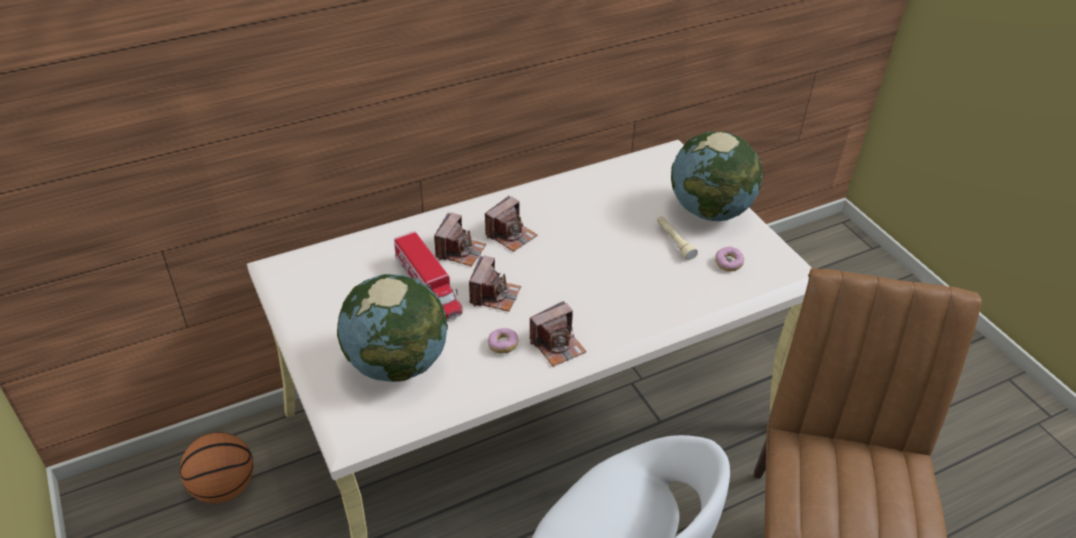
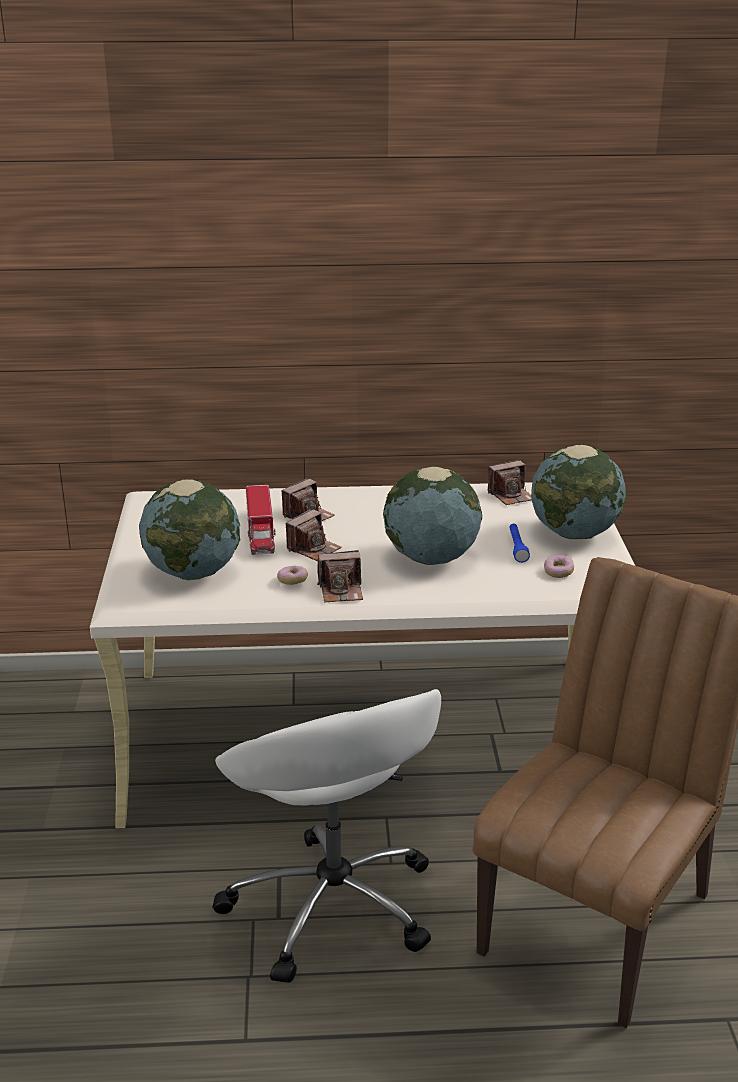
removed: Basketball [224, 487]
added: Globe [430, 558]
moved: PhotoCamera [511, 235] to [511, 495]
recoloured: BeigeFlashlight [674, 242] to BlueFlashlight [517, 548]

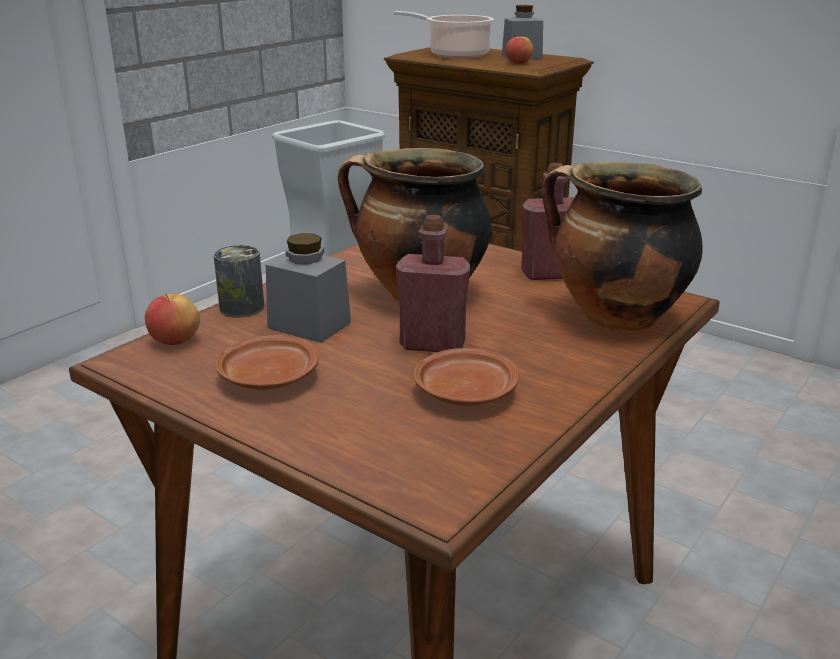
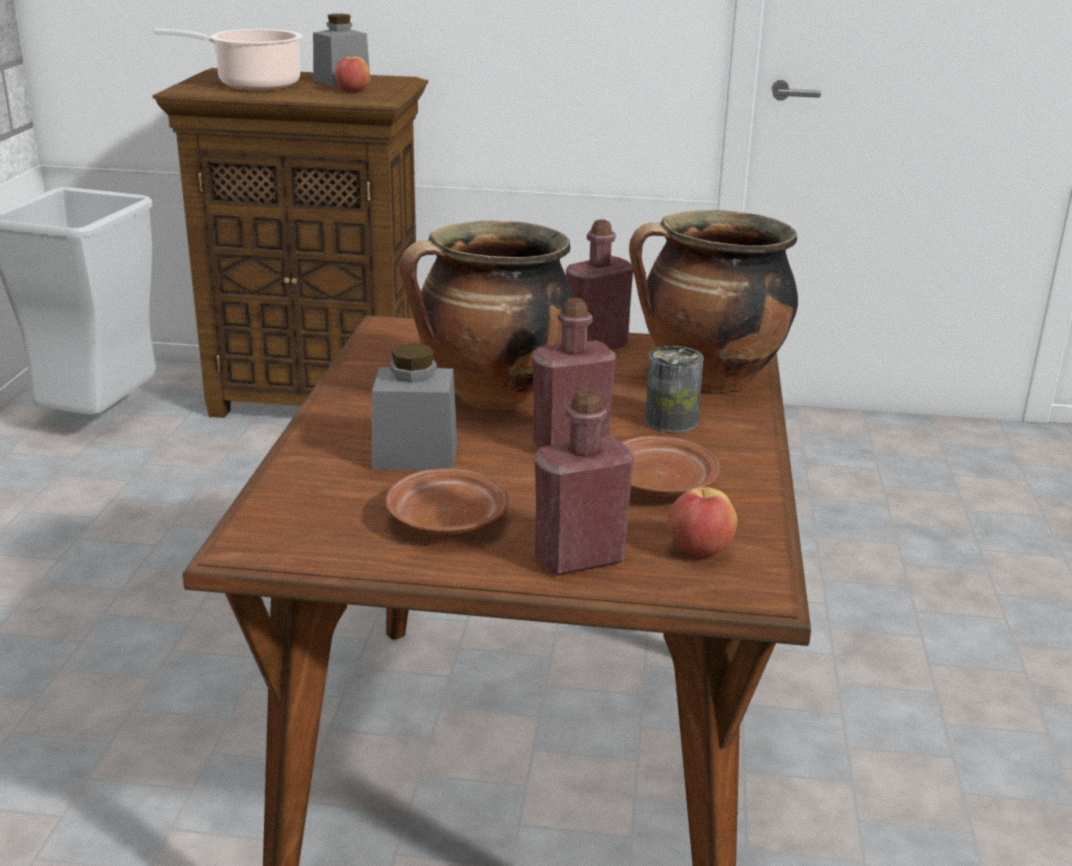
added: RedBottle [579, 558]
moved: Apple [174, 341] to [699, 550]; Can [242, 308] to [671, 421]

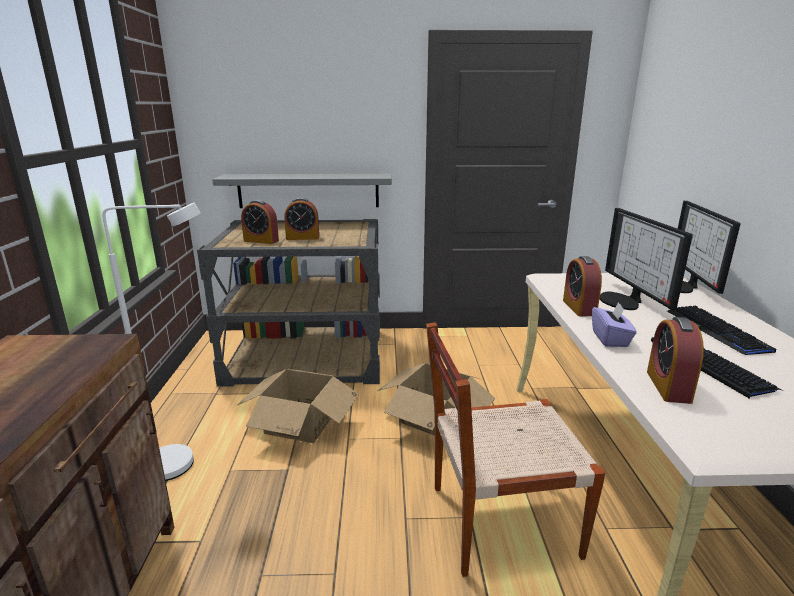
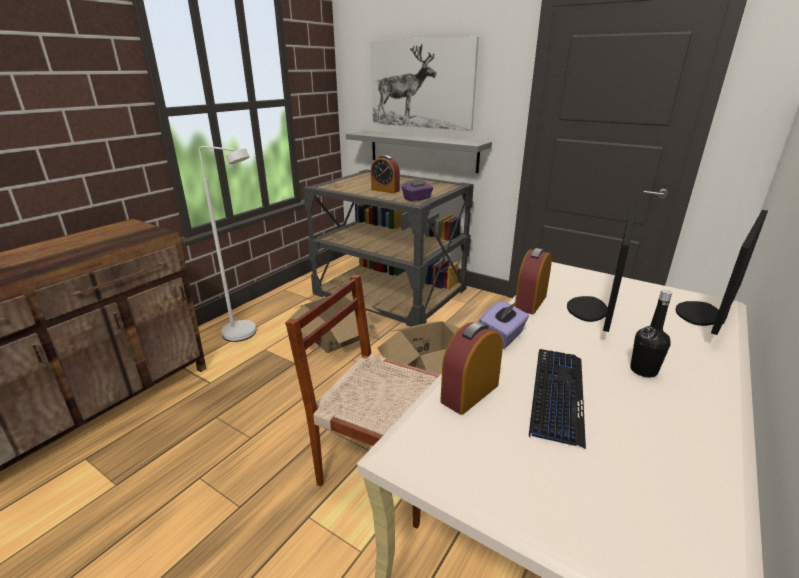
removed: AlarmClock [261, 241]
added: Picture [421, 84]; PurpleTissueBox [417, 199]
replaced: Keyboard [716, 331] to BlackBottle [643, 370]

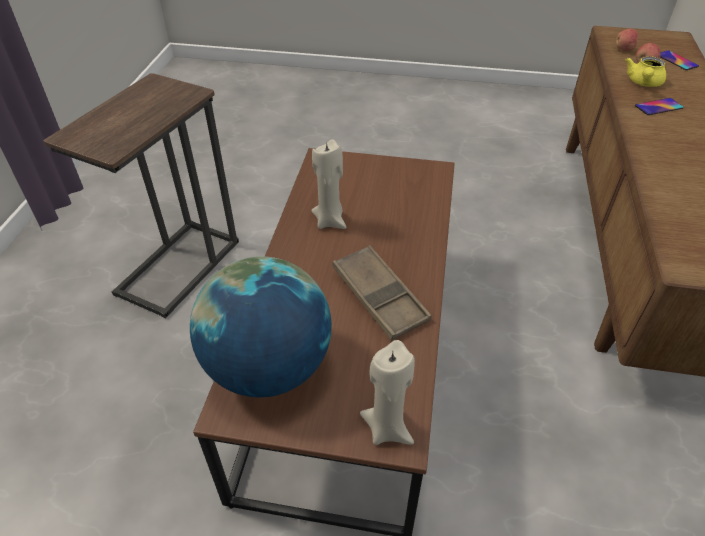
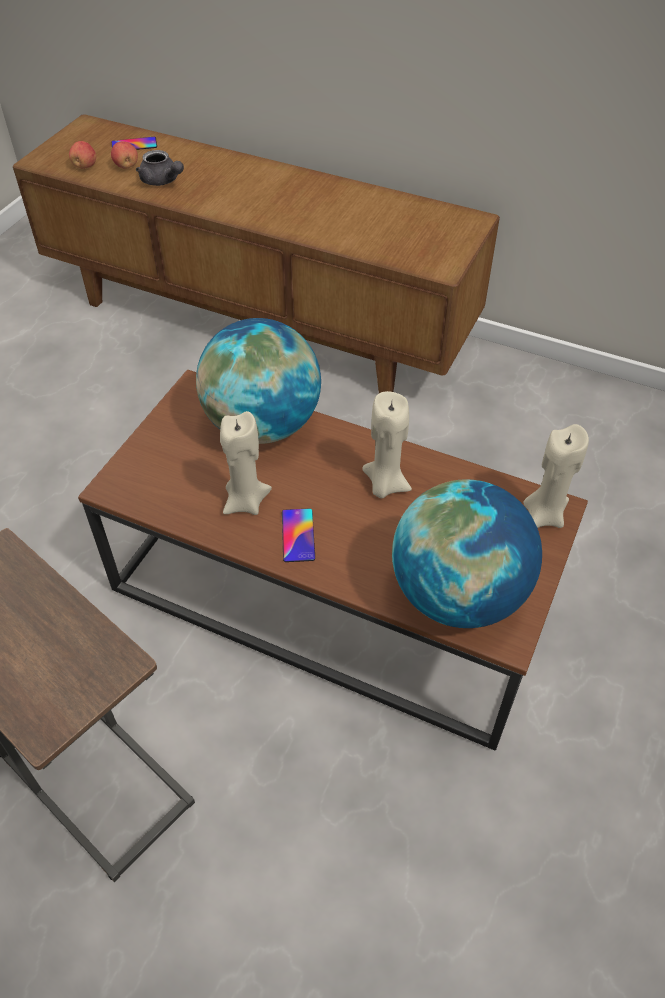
added: Globe [263, 425]
moved: Phone [658, 107] to [298, 535]
replaced: BrownTray [379, 297] to BeigeCandle [385, 485]
recoloured: YellowTeapot [643, 83] to GreyTeapot [162, 181]

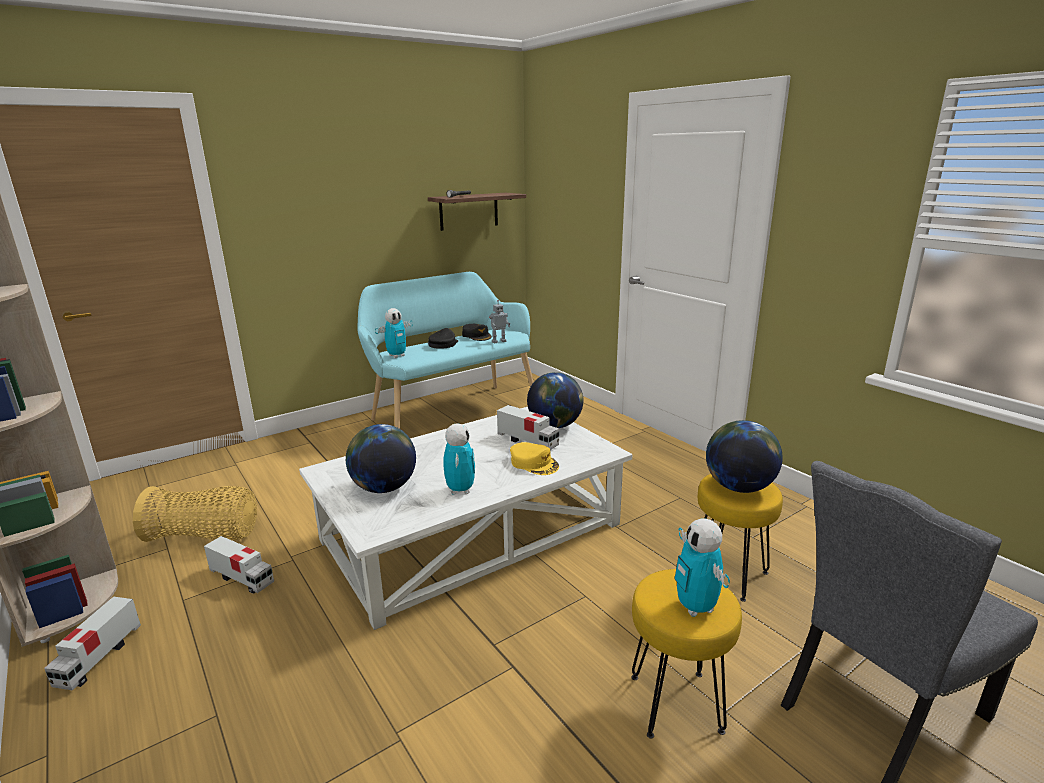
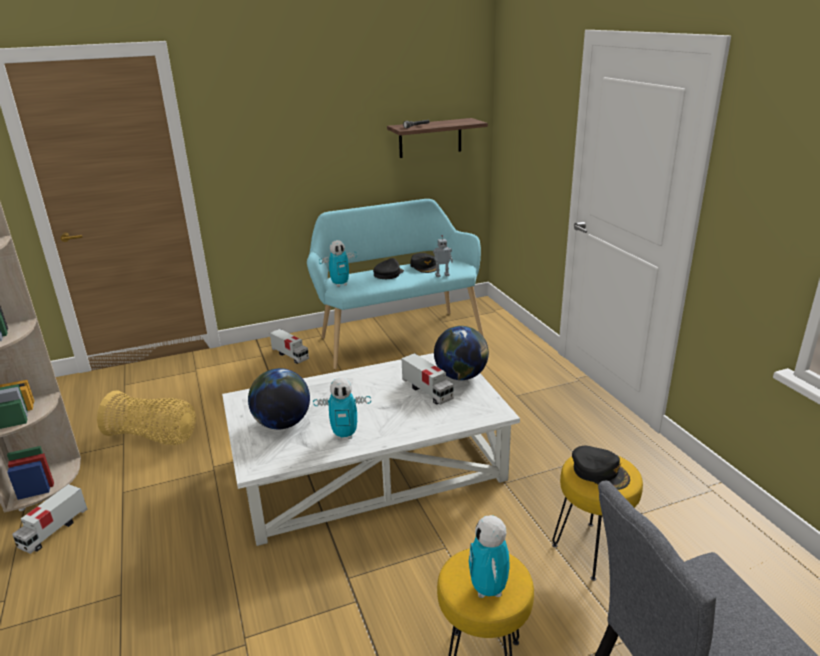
removed: YellowCap [534, 463]
moved: ToyTruck [242, 578] to [290, 355]
replaced: Globe [738, 487] to BlackCap [600, 472]
turned: ToyRobot [460, 490] = [345, 435] 75 degrees clockwise

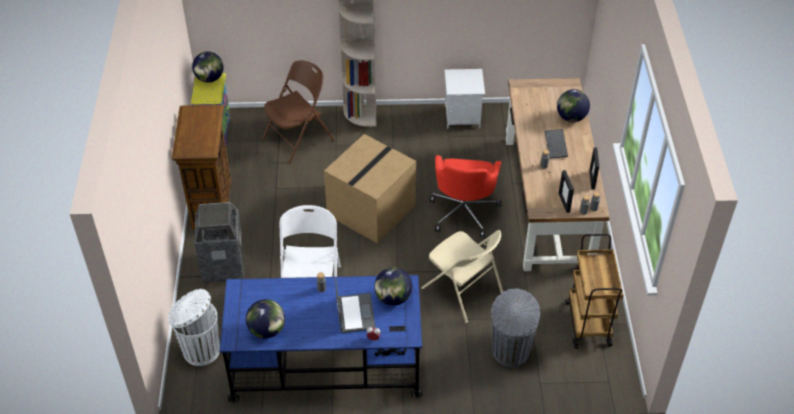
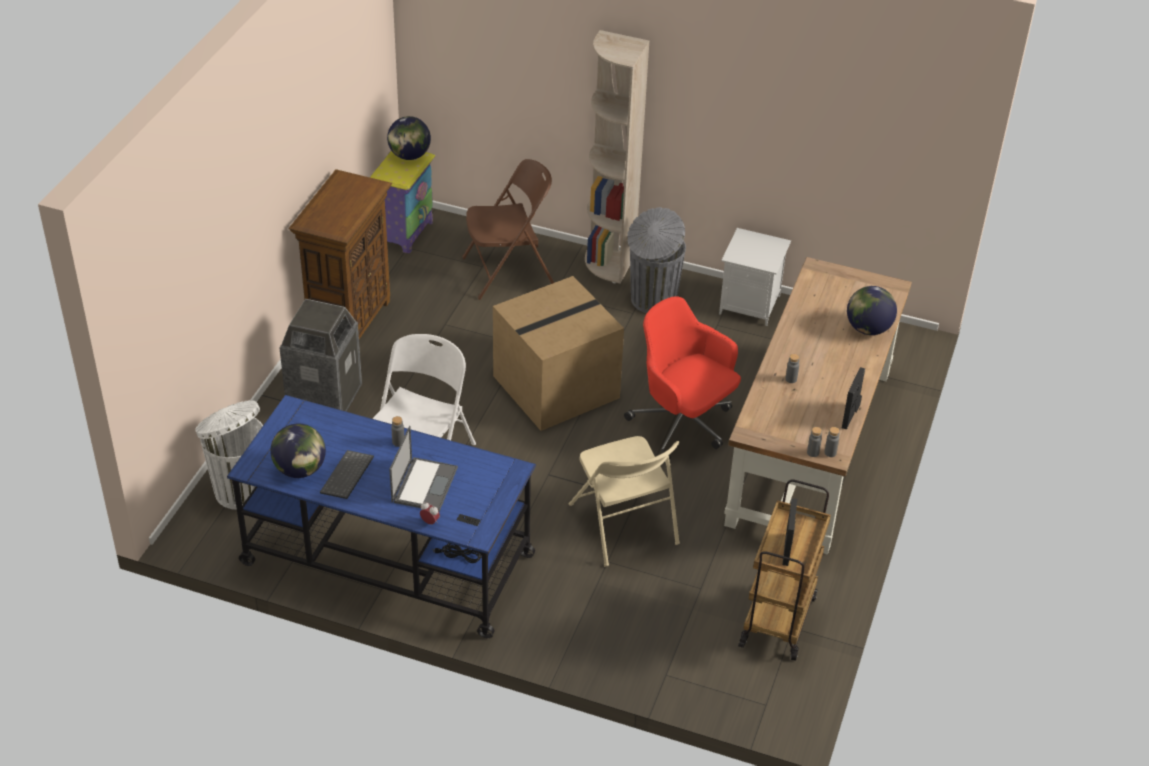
removed: Globe [393, 298]
moved: GreyTrashCan [510, 352] to [652, 300]; Keyboard [556, 145] to [348, 476]; PictureFrame [564, 202] to [788, 549]
turned: RedOfficeChair [464, 211] = [683, 425] 105 degrees clockwise

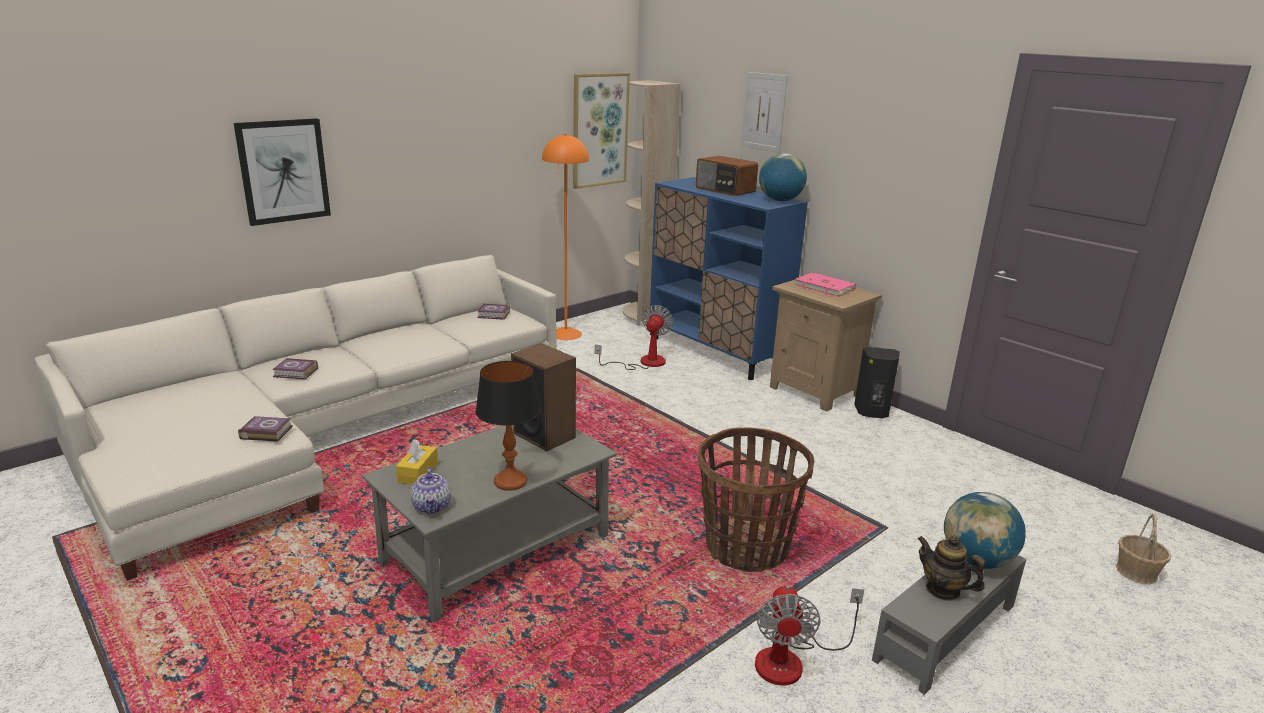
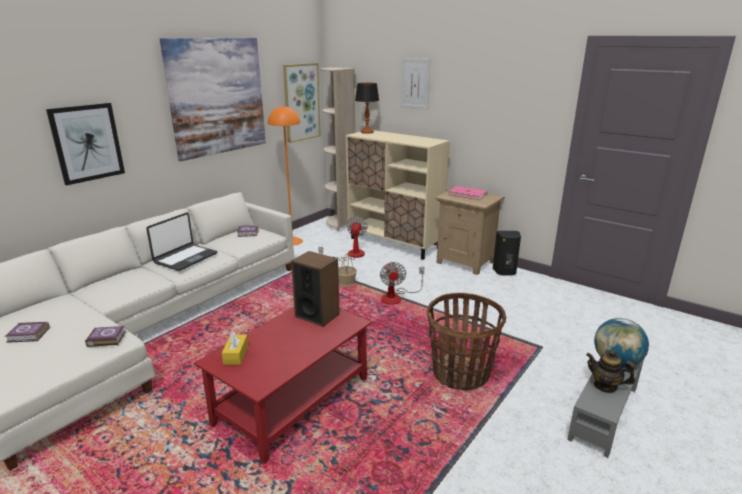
removed: Teapot [432, 506]; Radio [725, 190]; Globe [780, 200]
added: Laptop [185, 258]; Picture [217, 97]
moved: Book [296, 373] to [29, 335]; TableLamp [510, 481] to [367, 132]; Fan [792, 660] to [396, 297]; Basket [1136, 572] to [346, 283]
recoloured: GreyCoffeeTable [498, 549] to RedCoffeeTable [293, 400]; BlueCabinet [716, 352] to BeigeCabinet [394, 243]

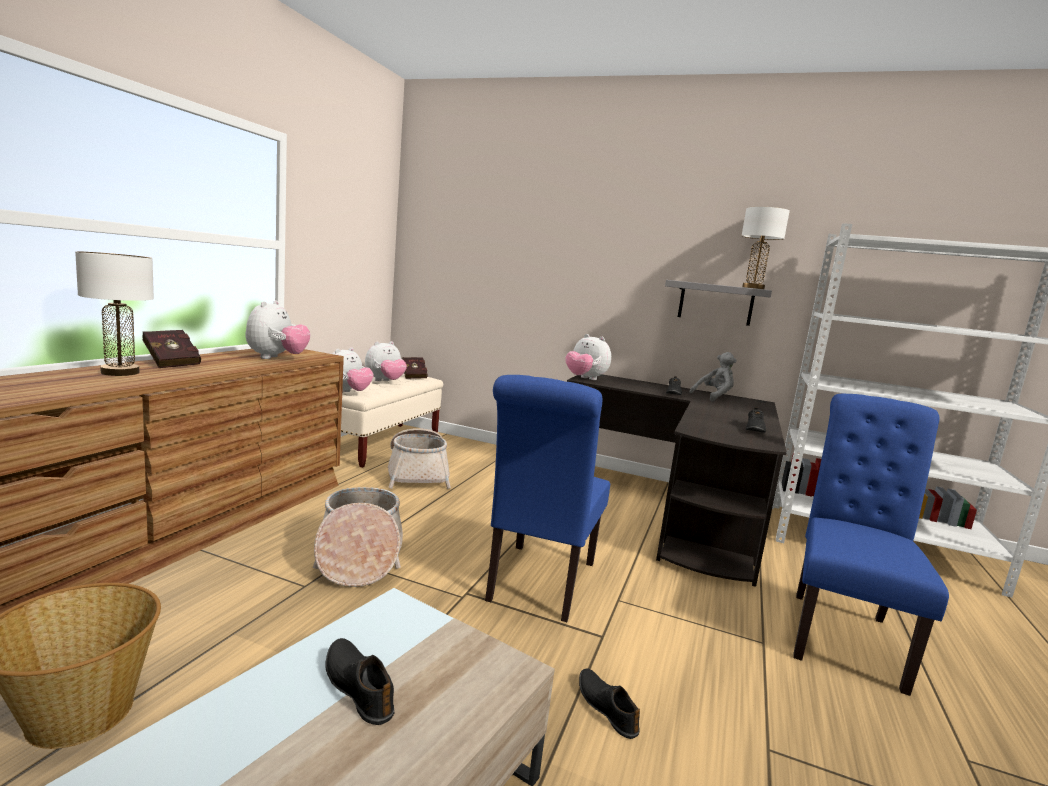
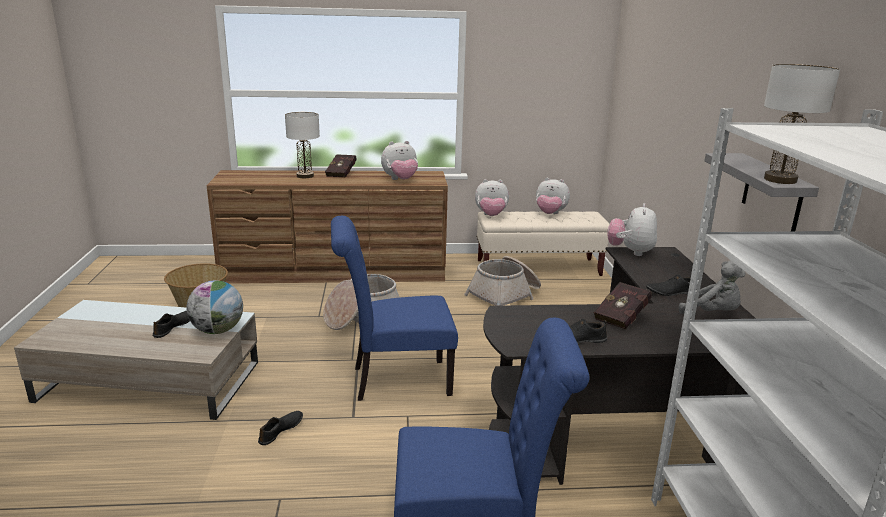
added: Globe [218, 330]
moved: RedBook [414, 376] to [623, 317]

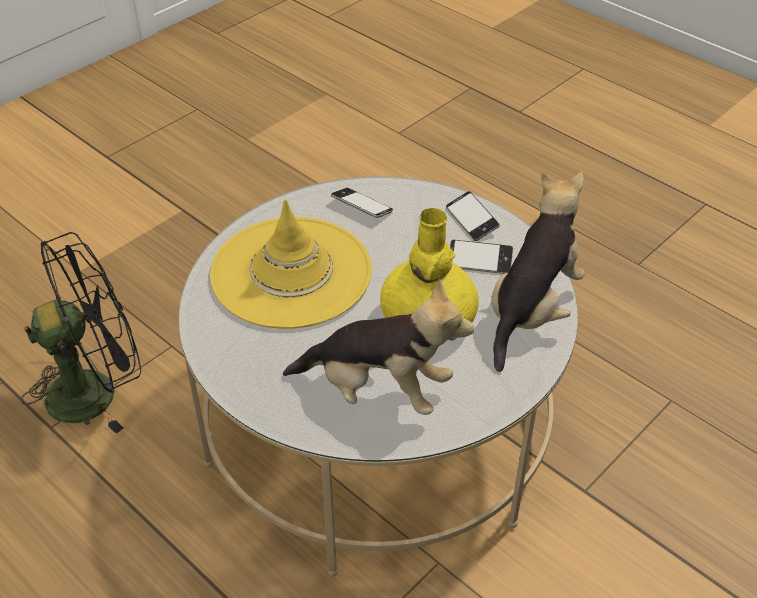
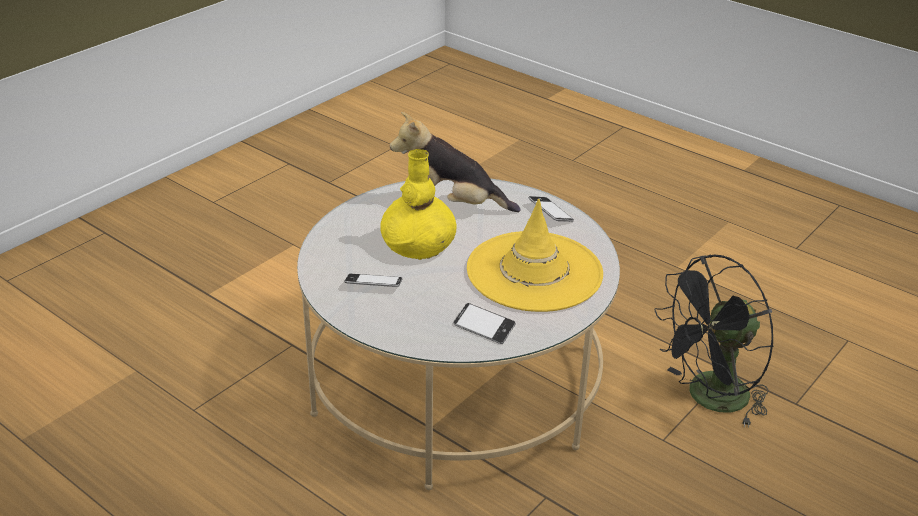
removed: PlushToy [532, 310]
moved: Phone [471, 220] to [550, 213]

